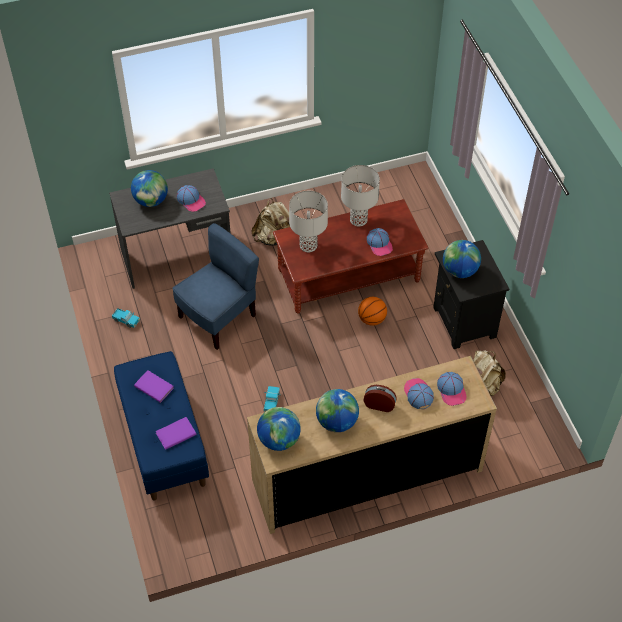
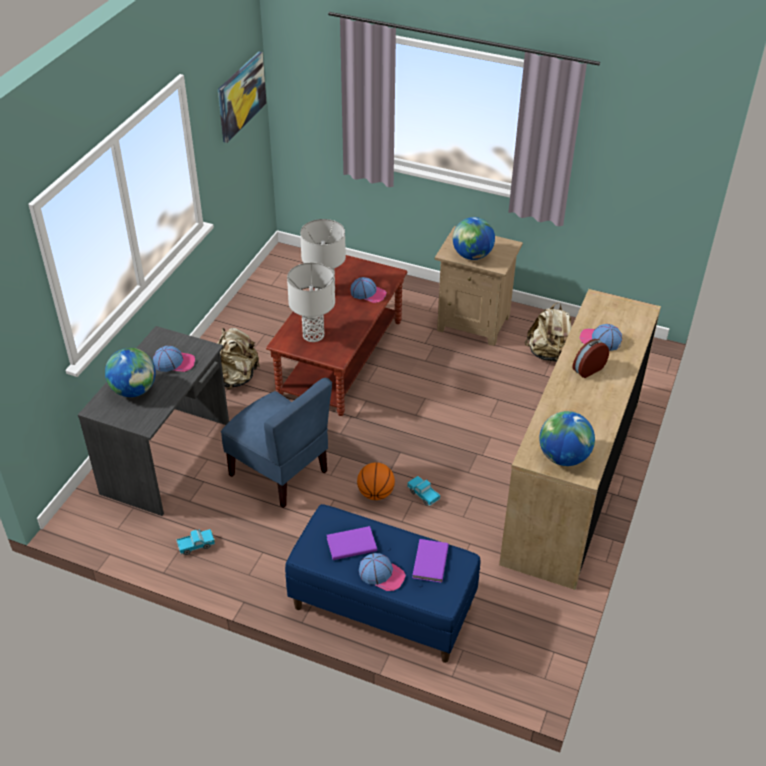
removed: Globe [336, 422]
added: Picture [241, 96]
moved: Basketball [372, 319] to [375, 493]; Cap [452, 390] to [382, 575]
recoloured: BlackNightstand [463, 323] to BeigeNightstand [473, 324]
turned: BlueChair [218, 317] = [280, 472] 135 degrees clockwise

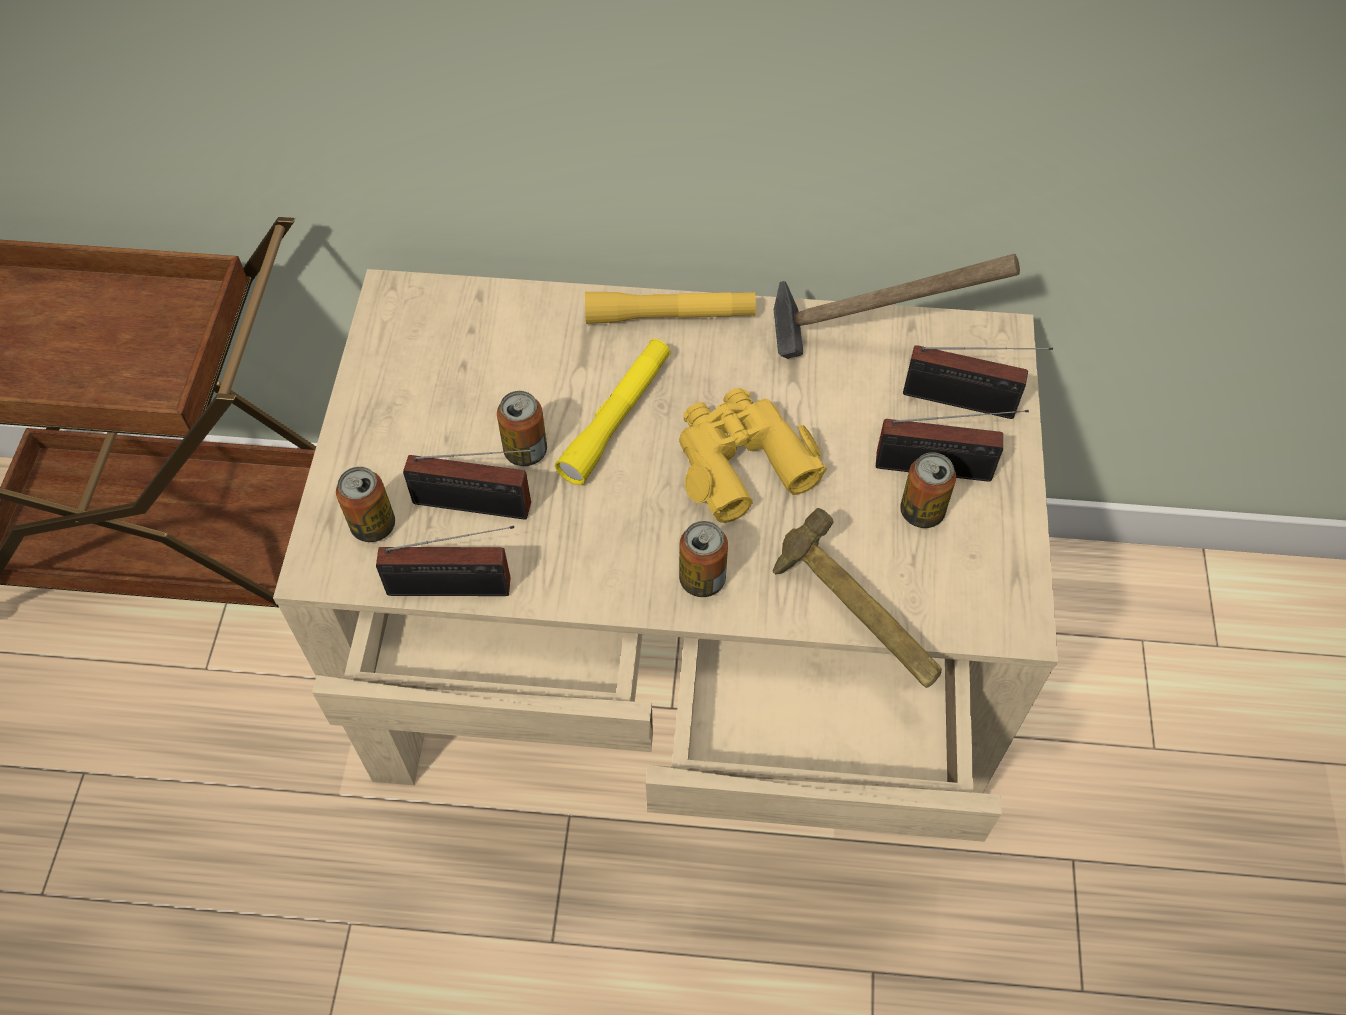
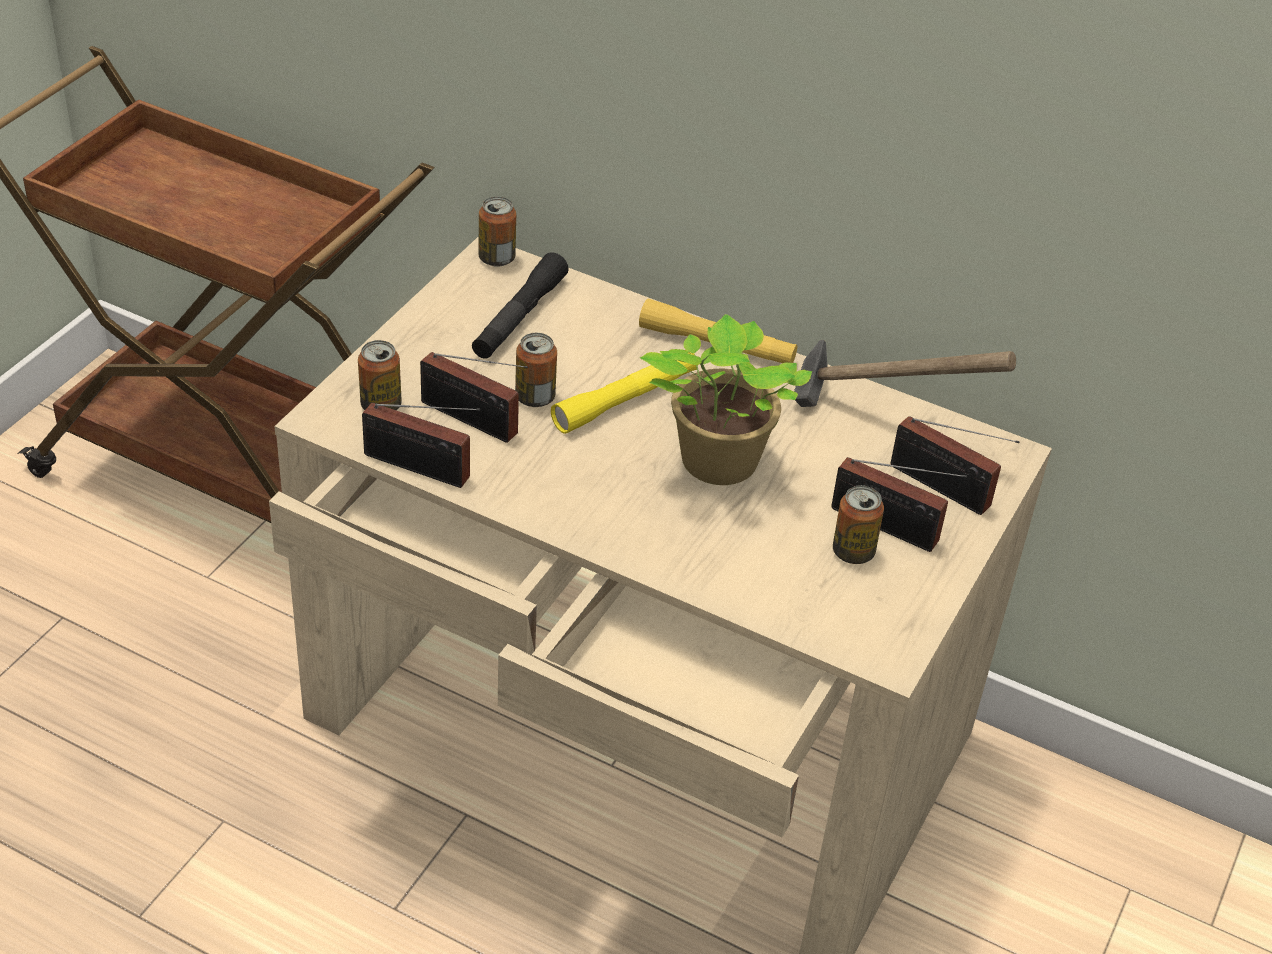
removed: Hammer [855, 619]
added: BlackFlashlight [519, 317]
moved: Can [702, 579] to [497, 258]
replaced: YellowBinoculars [741, 461] to PottedPlant [714, 464]

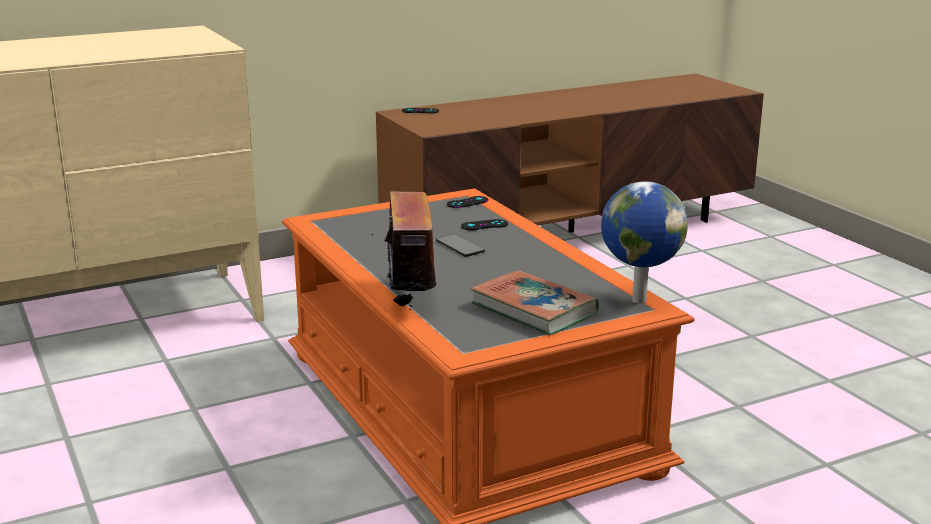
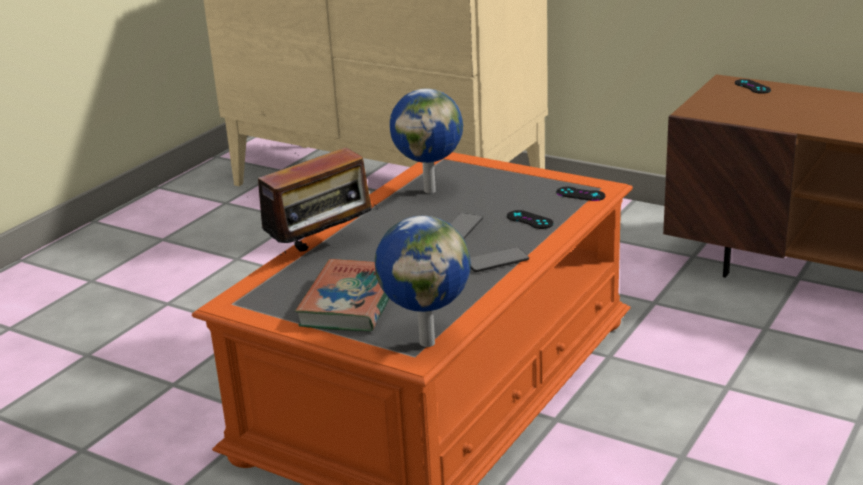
added: Globe [430, 190]; Phone [496, 261]

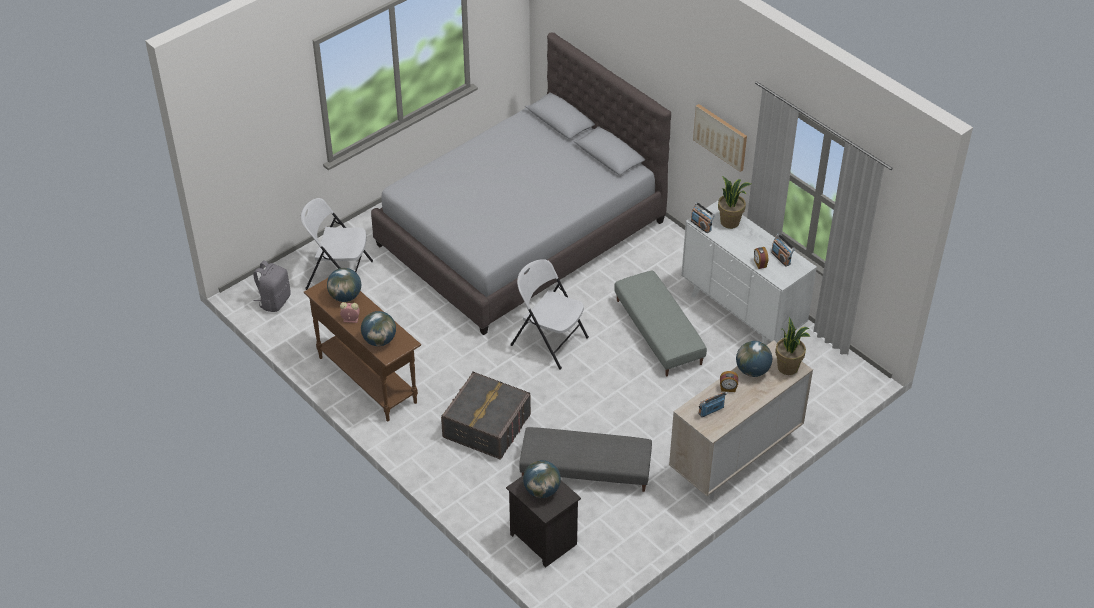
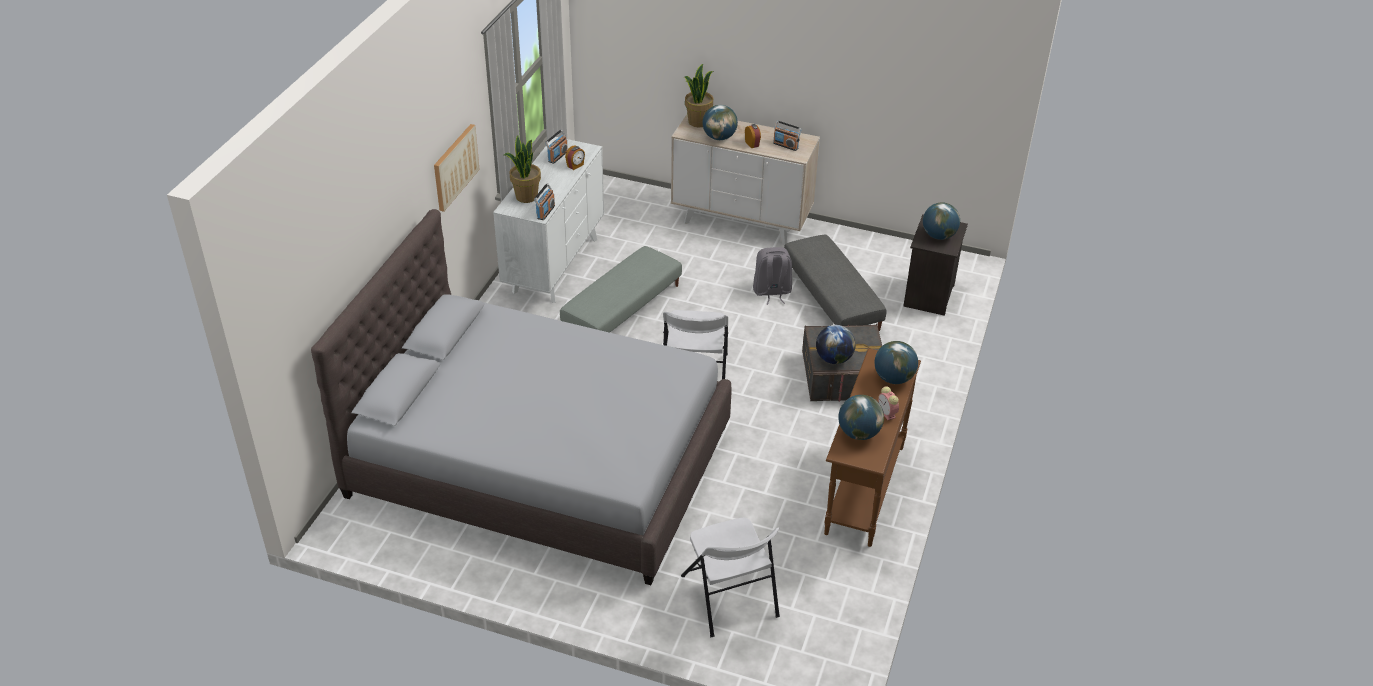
added: Globe [833, 359]
moved: GreyBackpack [274, 301] to [771, 292]

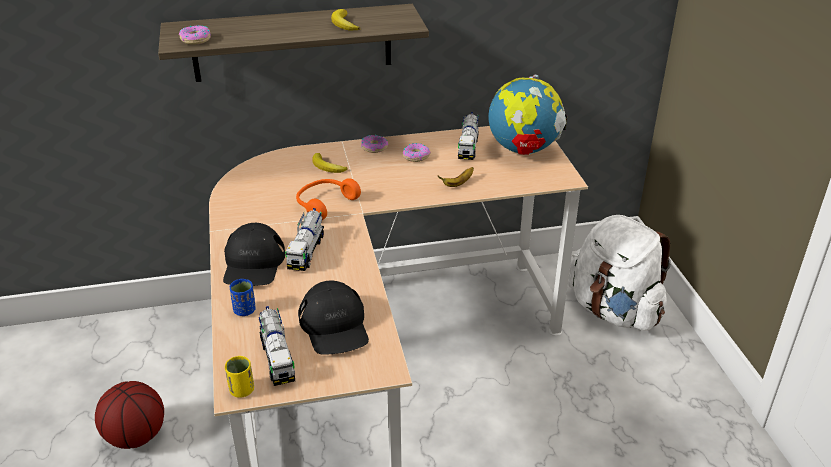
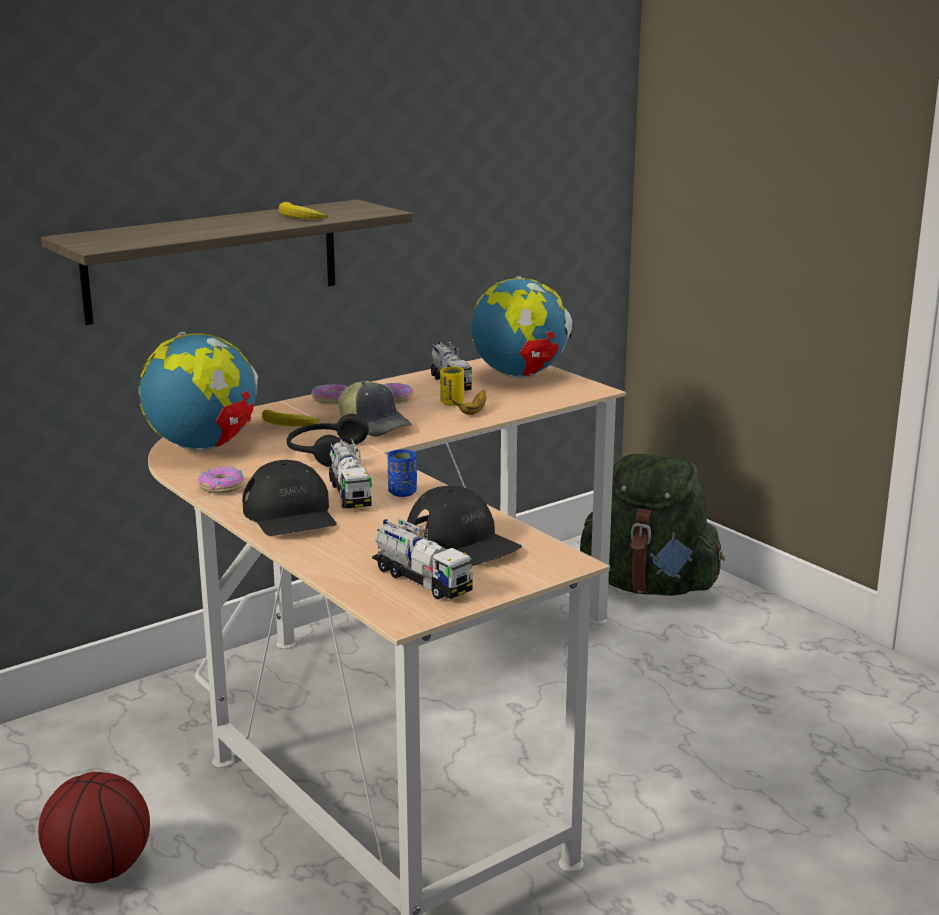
added: Globe [203, 447]; Cap [375, 425]
moved: Donut [195, 39] to [221, 487]; YellowCup [242, 390] to [452, 403]; BlueCup [244, 310] to [402, 493]
recoloured: OrangeHeadphones [324, 204] to BlackHeadphones [323, 453]; WhiteBackpack [613, 310] to GreenBackpack [649, 586]

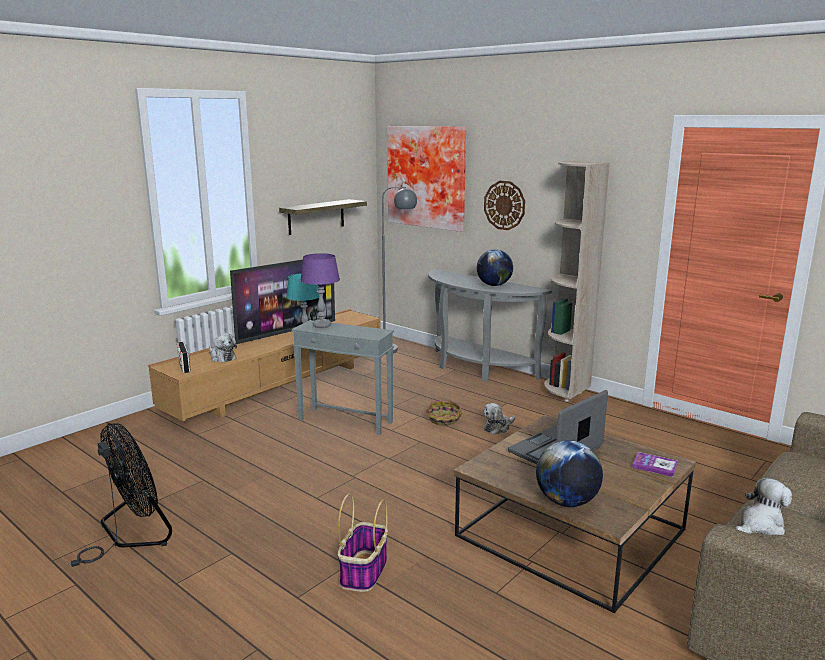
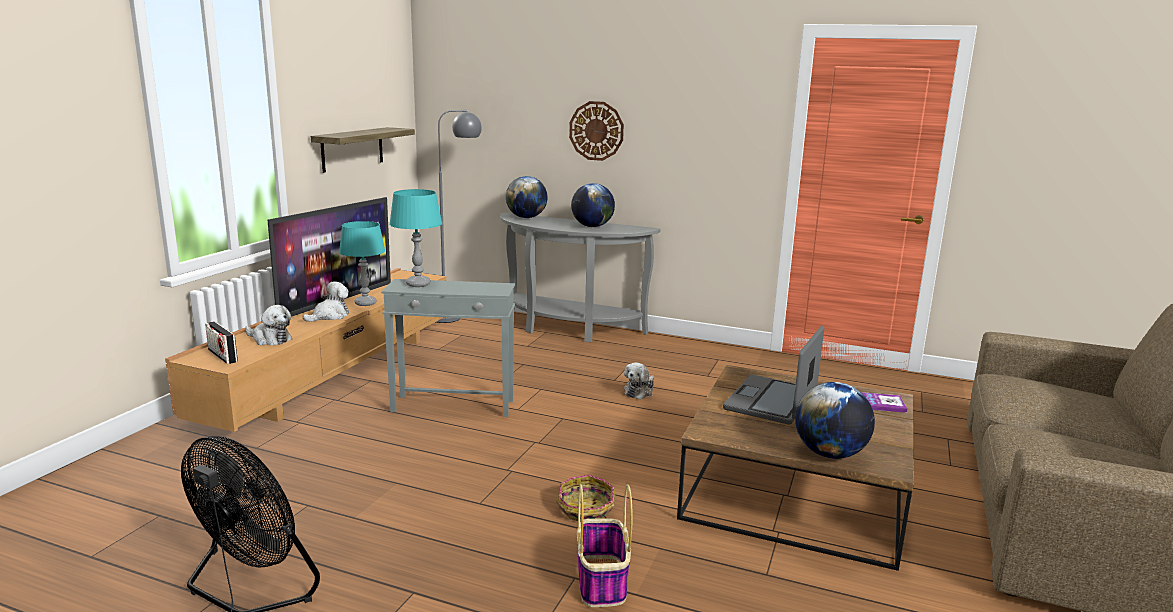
removed: Picture [428, 177]; BeigeBookcase [563, 393]
added: Globe [526, 217]
moved: Basket [443, 420] to [585, 510]; PlushToy [760, 525] to [329, 316]
recoloured: PurpleTableLamp [322, 325] to TurquoiseTableLamp [418, 284]

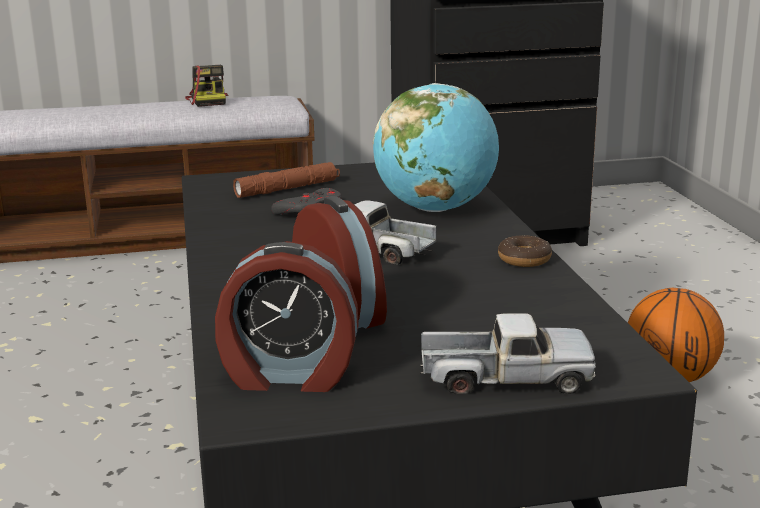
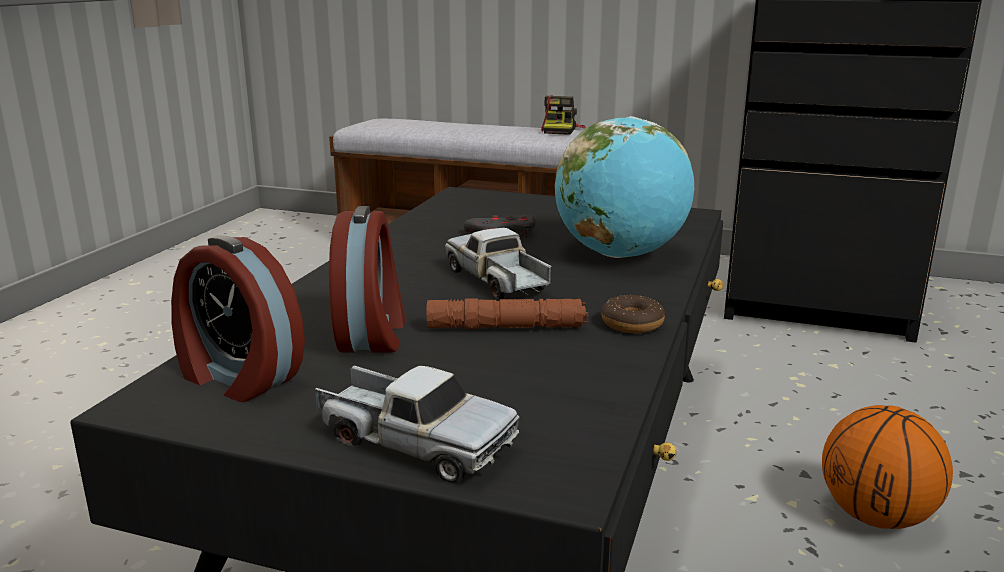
moved: BrownFlashlight [287, 189] to [507, 327]

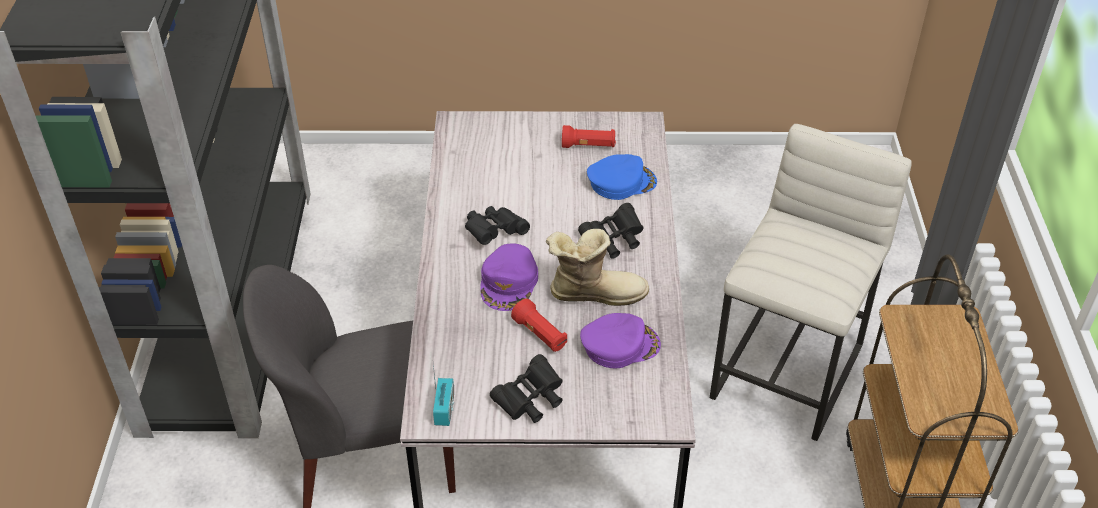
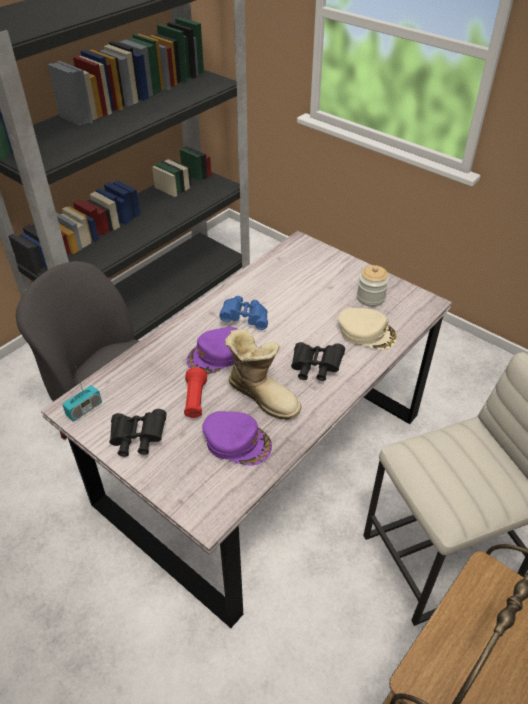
replaced: RedFlashlight [588, 146] to Jar [370, 298]
recoloured: BlackBinoculars [494, 232] to BlueBinoculars [245, 319]; BlueCap [621, 182] to BeigeCap [367, 332]

